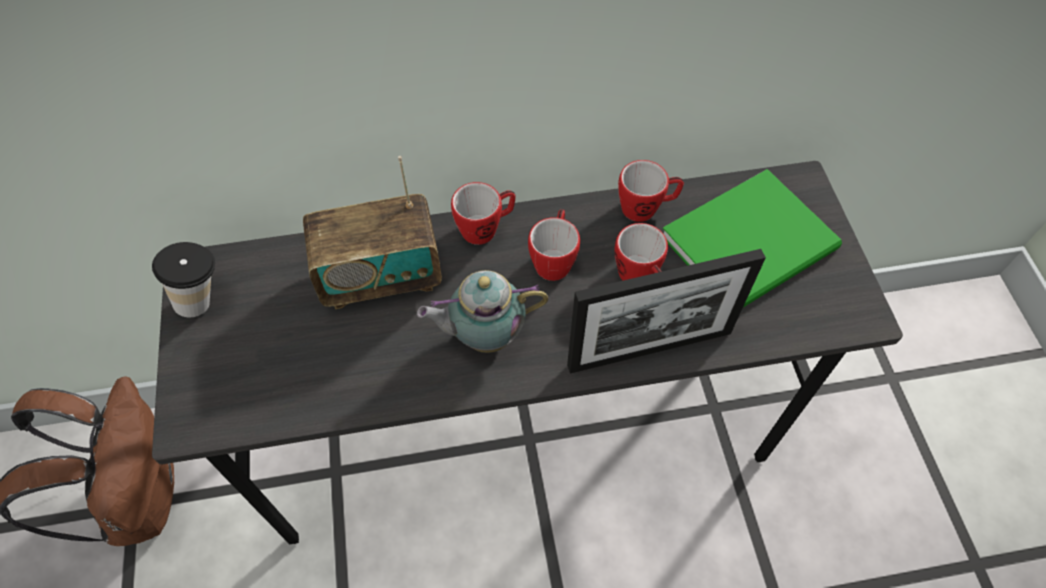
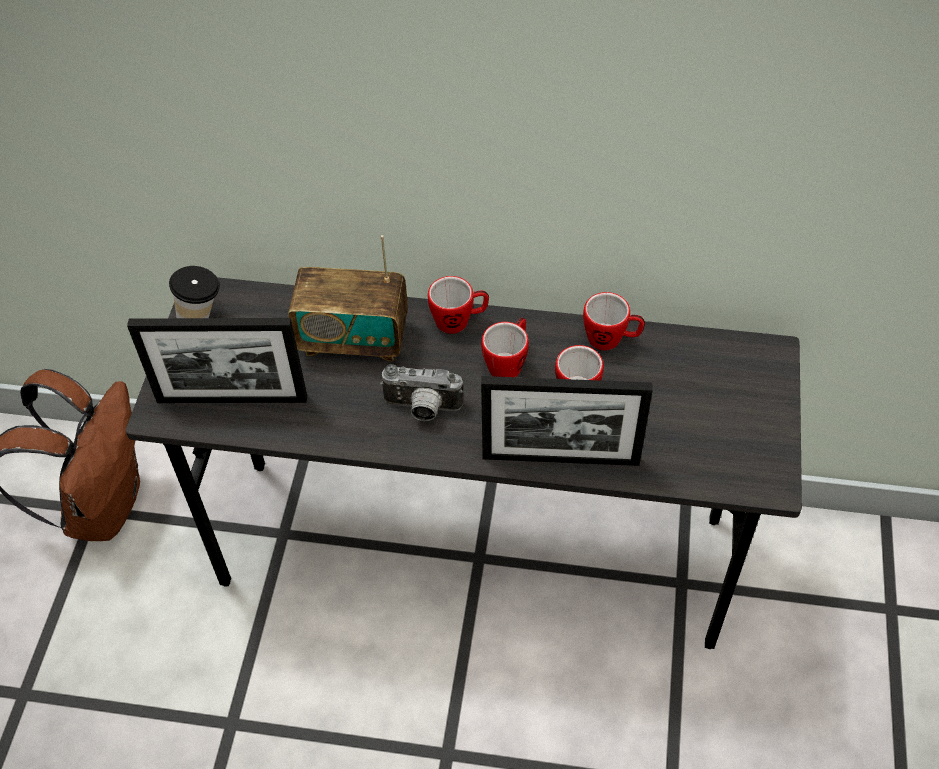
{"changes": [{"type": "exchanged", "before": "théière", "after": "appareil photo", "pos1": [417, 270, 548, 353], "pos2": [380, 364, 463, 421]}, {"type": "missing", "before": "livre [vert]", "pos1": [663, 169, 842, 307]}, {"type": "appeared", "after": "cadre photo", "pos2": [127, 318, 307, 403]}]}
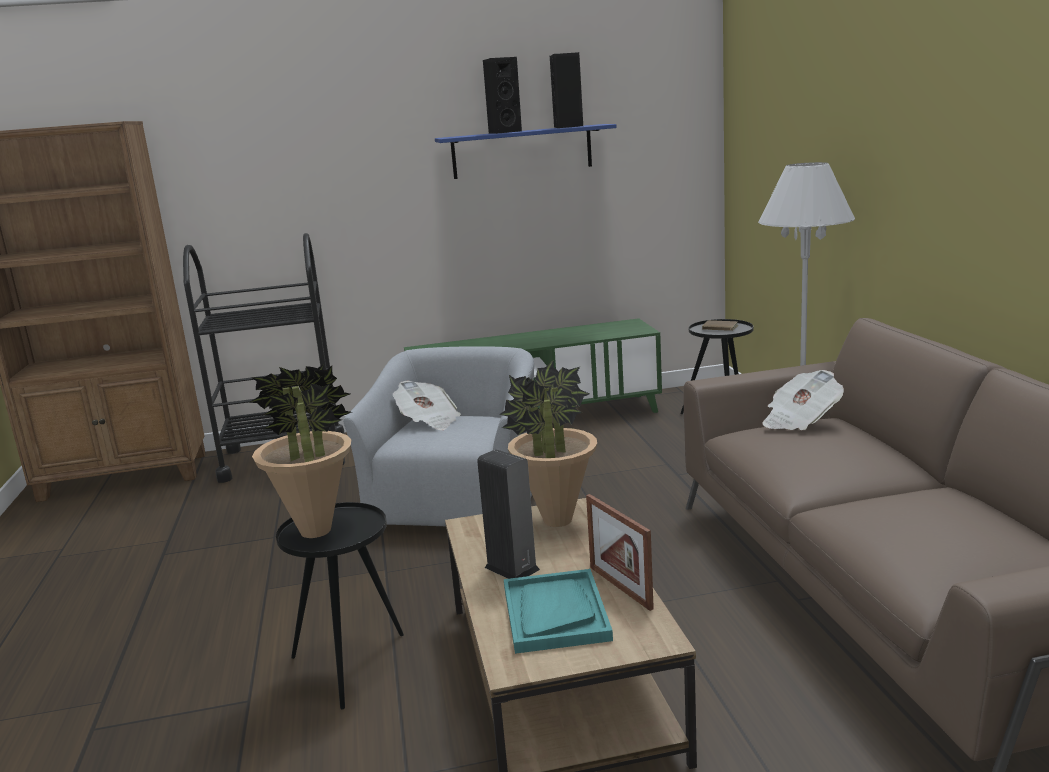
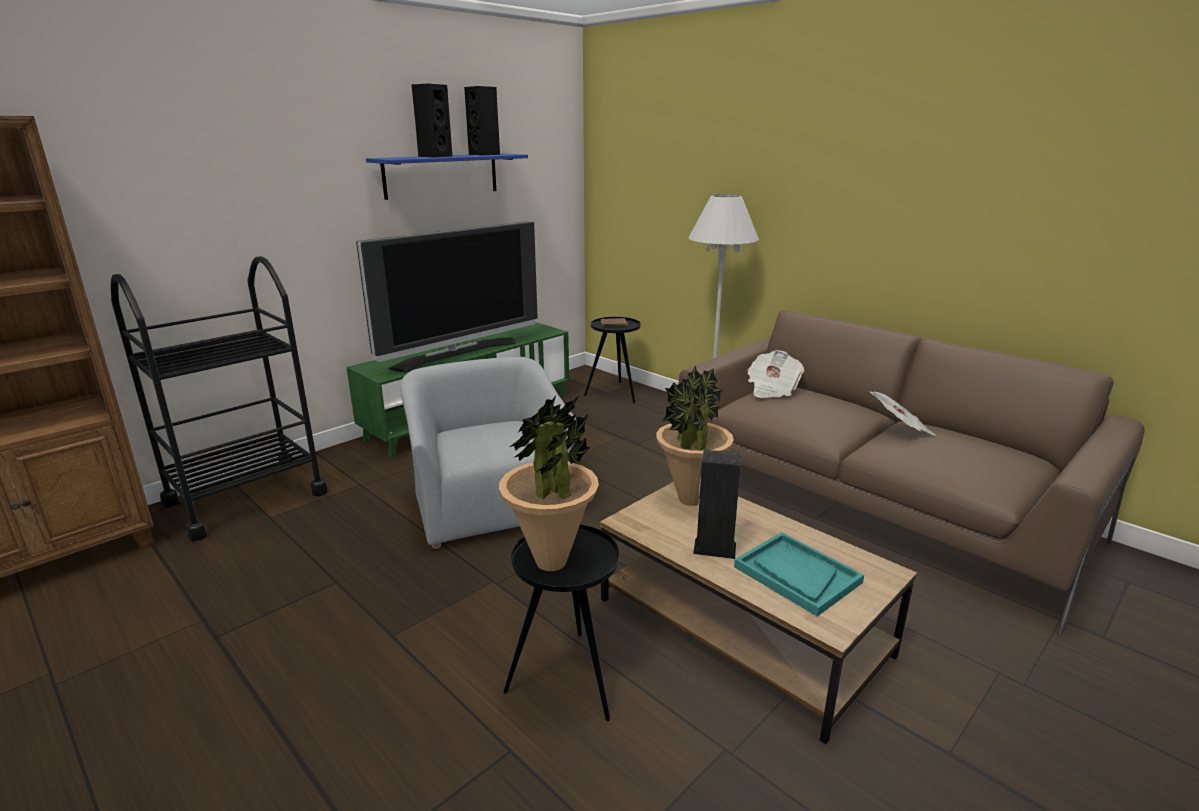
{"changes": [{"type": "relocated", "before": "journal", "pos1": [393, 381, 461, 430], "pos2": [869, 391, 936, 436]}, {"type": "missing", "before": "cadre photo", "pos1": [586, 494, 654, 611]}, {"type": "appeared", "after": "téléviseur", "pos2": [356, 221, 538, 372]}]}
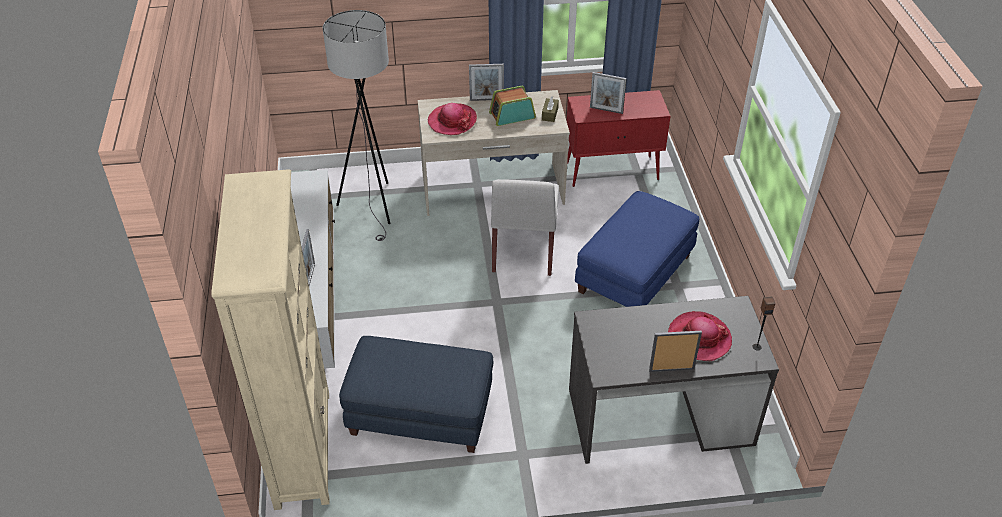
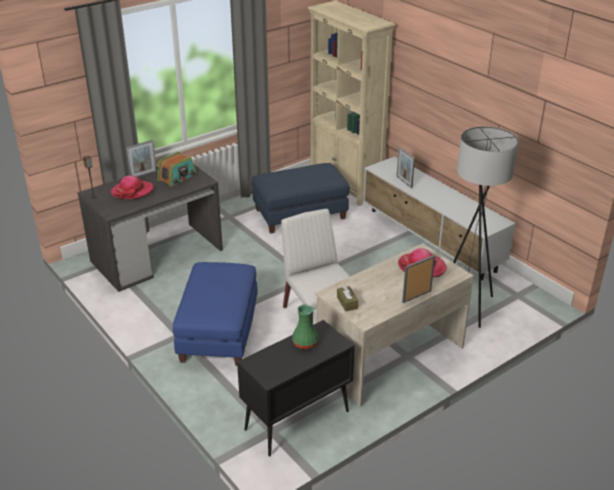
{"changes": [{"type": "relocated", "before": "radio", "pos1": [489, 86, 536, 126], "pos2": [158, 152, 196, 187]}, {"type": "colour", "before": "meuble de rangement [rouge]", "after": "meuble de rangement [noir]", "pos1": [567, 90, 670, 187], "pos2": [237, 320, 355, 457]}, {"type": "exchanged", "before": "cadre photo", "after": "vase [vert]", "pos1": [590, 72, 627, 114], "pos2": [292, 304, 319, 349]}]}
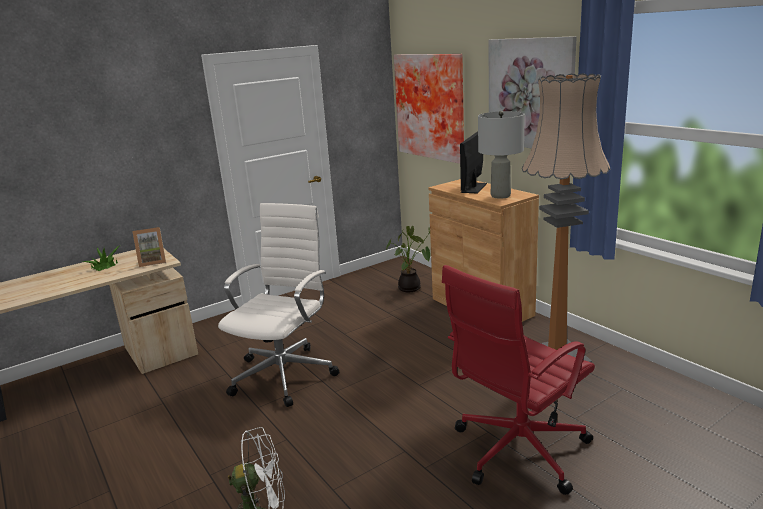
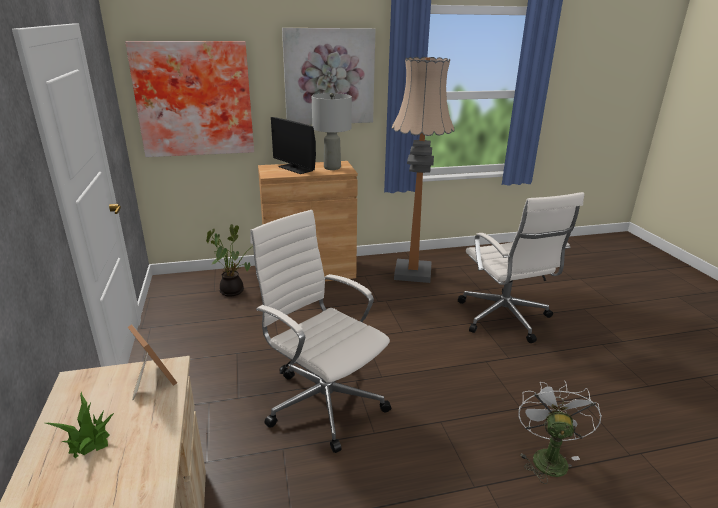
{"changes": [{"type": "spun", "before": "cadre photo", "pos1": [132, 227, 166, 267], "pos2": [128, 324, 177, 400], "turn": -45}, {"type": "colour", "before": "chaise de bureau [rouge]", "after": "chaise de bureau [blanc]", "pos1": [442, 265, 595, 495], "pos2": [458, 192, 584, 343]}]}
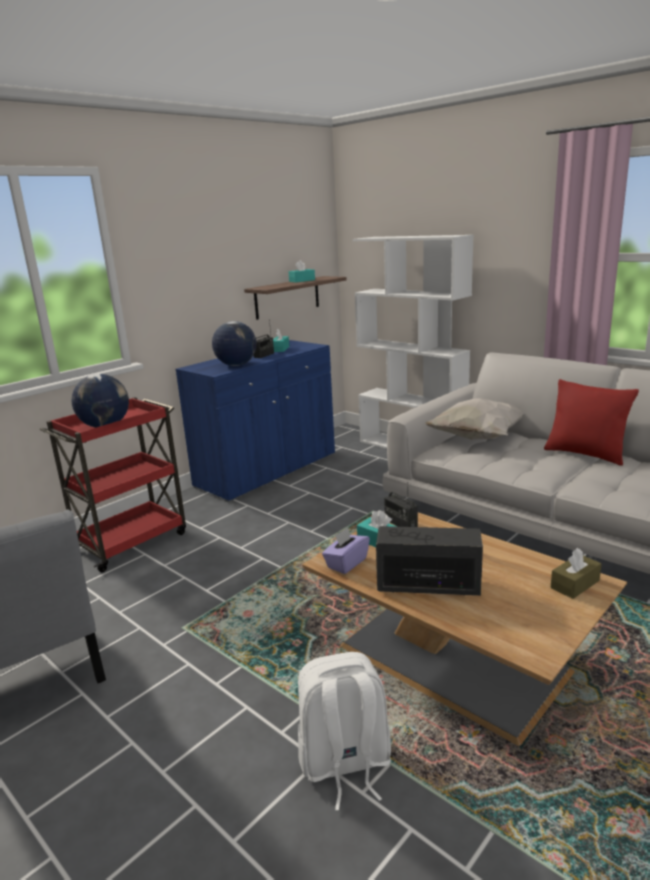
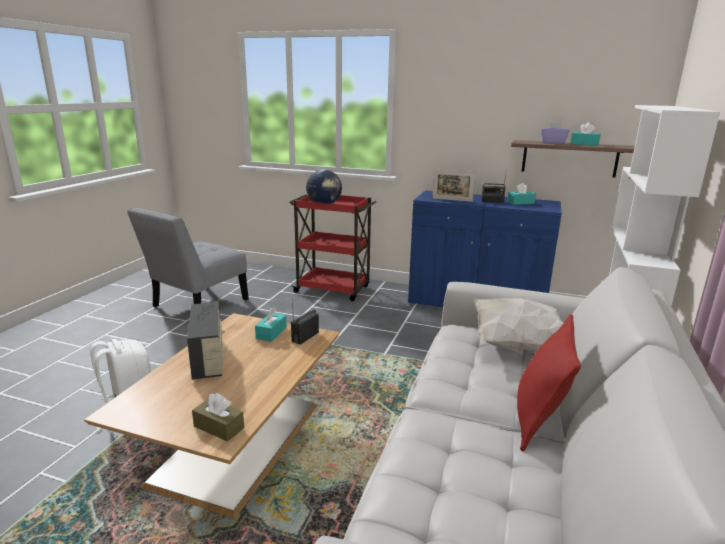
{"changes": [{"type": "exchanged", "before": "globe", "after": "cadre photo", "pos1": [212, 321, 257, 366], "pos2": [432, 170, 475, 202]}, {"type": "relocated", "before": "boîte à mouchoirs [violet]", "pos1": [322, 527, 370, 574], "pos2": [541, 122, 569, 144]}]}
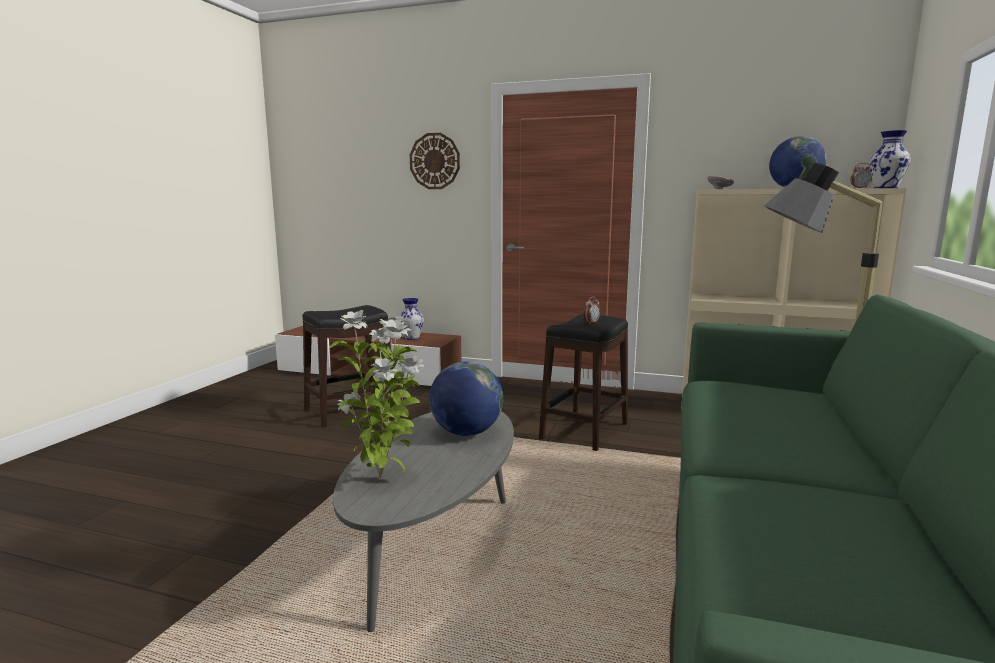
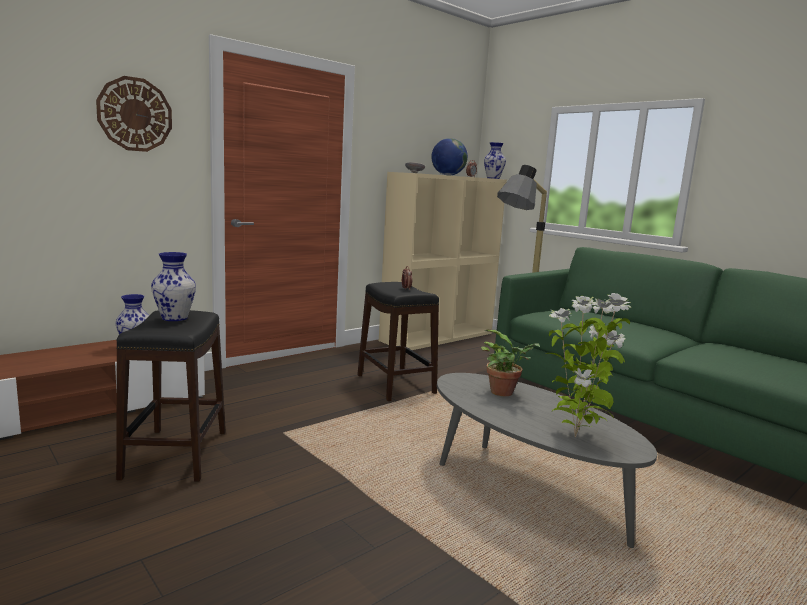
{"changes": [{"type": "exchanged", "before": "globe", "after": "plante en pot", "pos1": [429, 361, 503, 436], "pos2": [481, 330, 540, 396]}, {"type": "appeared", "after": "vase", "pos2": [151, 252, 196, 321]}]}
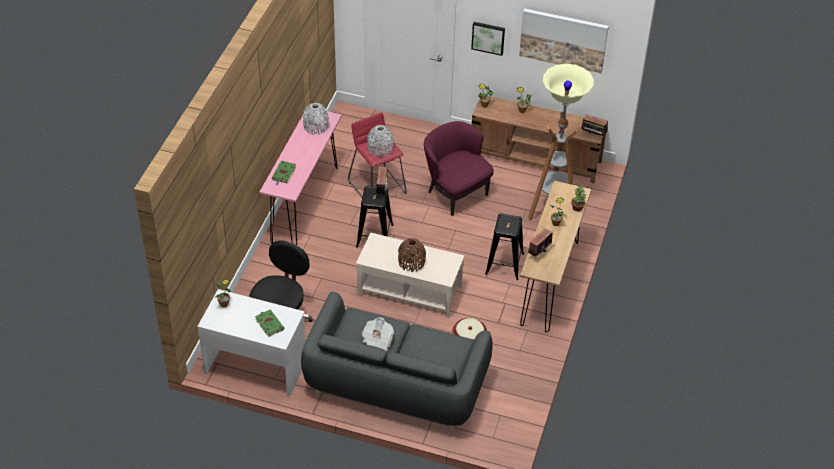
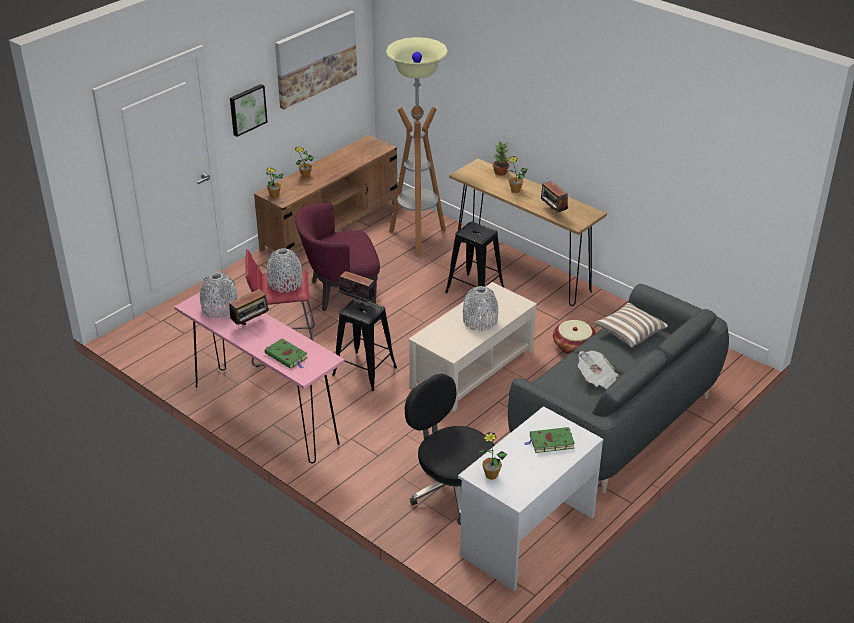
{"changes": [{"type": "colour", "before": "vase [marron]", "after": "vase [gris]", "pos1": [398, 238, 426, 272], "pos2": [463, 286, 498, 331]}, {"type": "relocated", "before": "radio", "pos1": [581, 114, 608, 137], "pos2": [225, 289, 271, 325]}, {"type": "appeared", "after": "coussin", "pos2": [594, 303, 668, 348]}]}
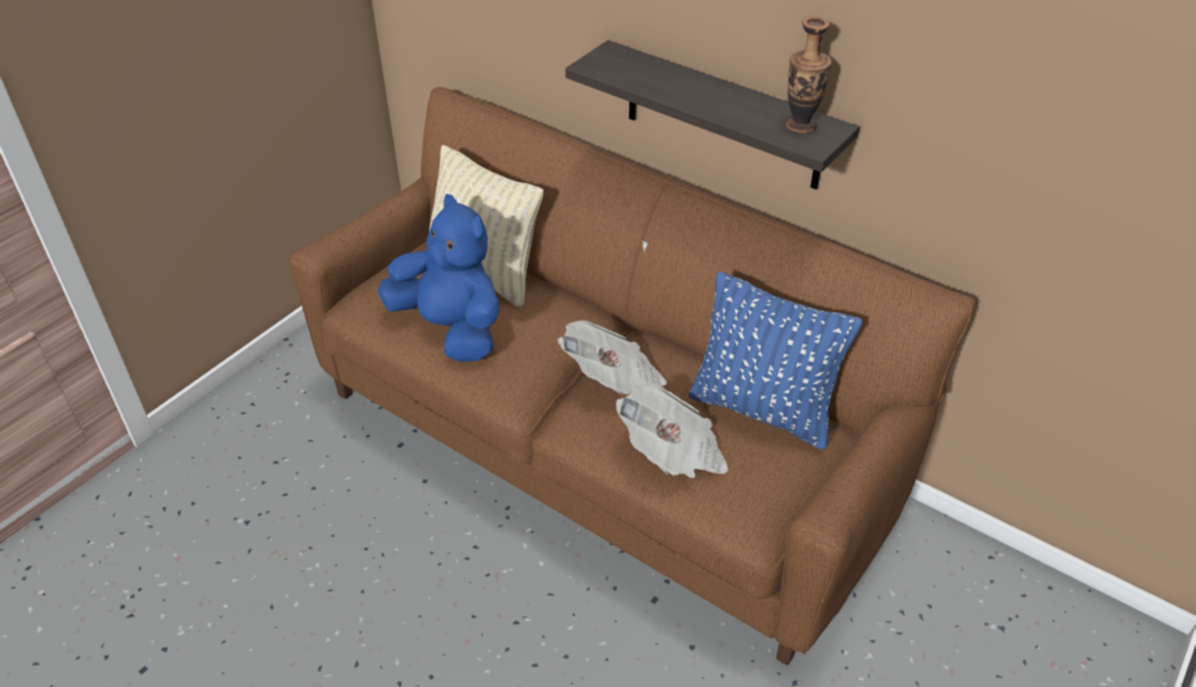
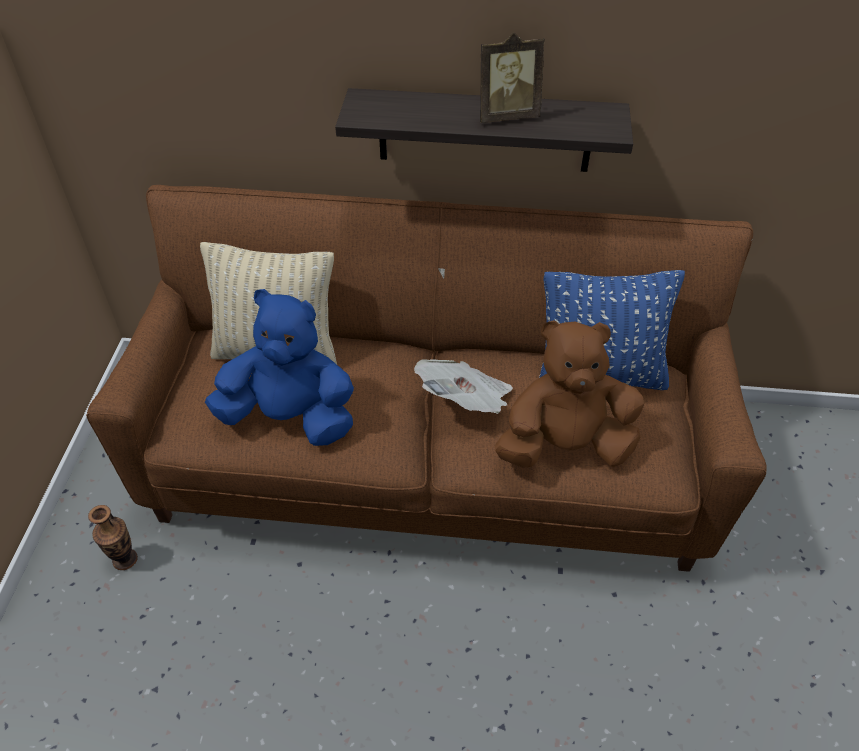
{"changes": [{"type": "exchanged", "before": "journal", "after": "peluche [marron]", "pos1": [616, 384, 729, 478], "pos2": [495, 320, 644, 468]}, {"type": "relocated", "before": "vase", "pos1": [785, 16, 832, 133], "pos2": [88, 505, 138, 570]}, {"type": "appeared", "after": "cadre photo", "pos2": [480, 32, 545, 123]}]}
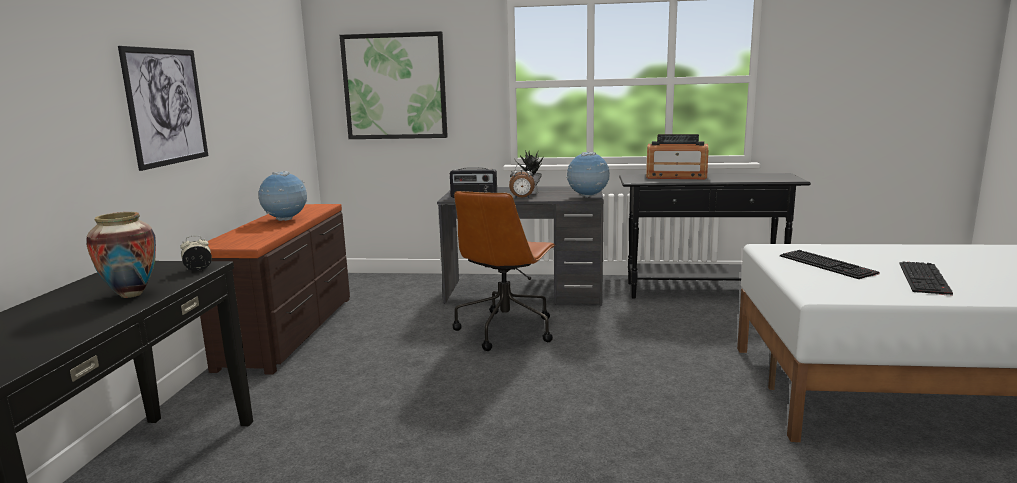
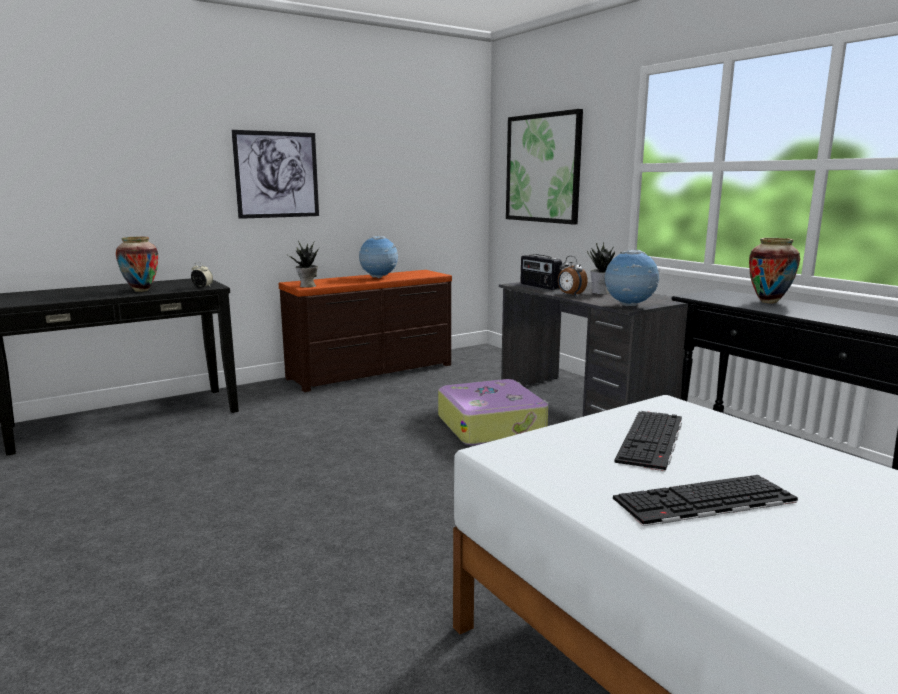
{"changes": [{"type": "exchanged", "before": "chaise de bureau [marron]", "after": "valise", "pos1": [452, 191, 556, 351], "pos2": [438, 379, 549, 446]}, {"type": "exchanged", "before": "radio", "after": "vase", "pos1": [646, 134, 709, 179], "pos2": [749, 238, 800, 303]}, {"type": "appeared", "after": "plante en pot", "pos2": [288, 241, 319, 288]}]}
